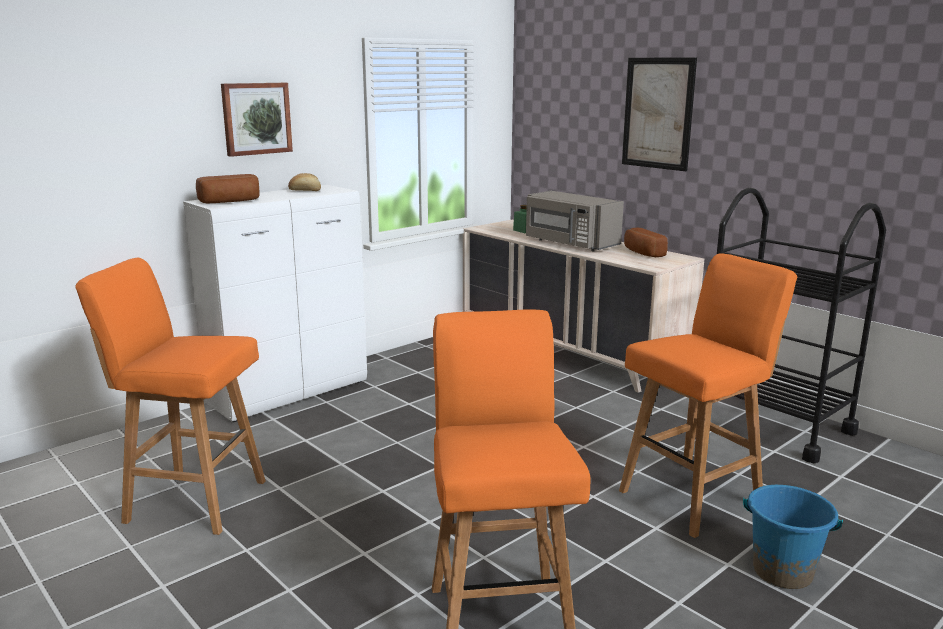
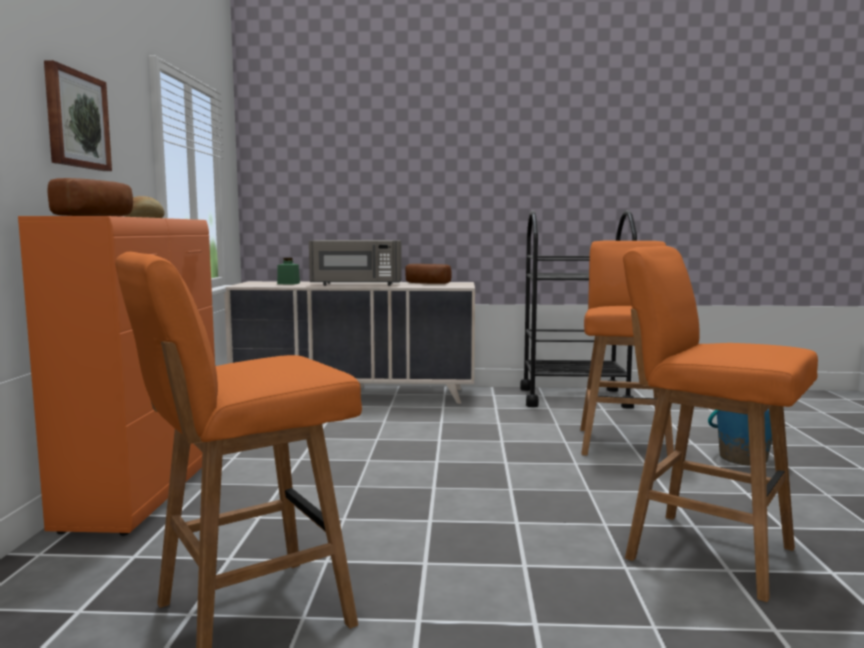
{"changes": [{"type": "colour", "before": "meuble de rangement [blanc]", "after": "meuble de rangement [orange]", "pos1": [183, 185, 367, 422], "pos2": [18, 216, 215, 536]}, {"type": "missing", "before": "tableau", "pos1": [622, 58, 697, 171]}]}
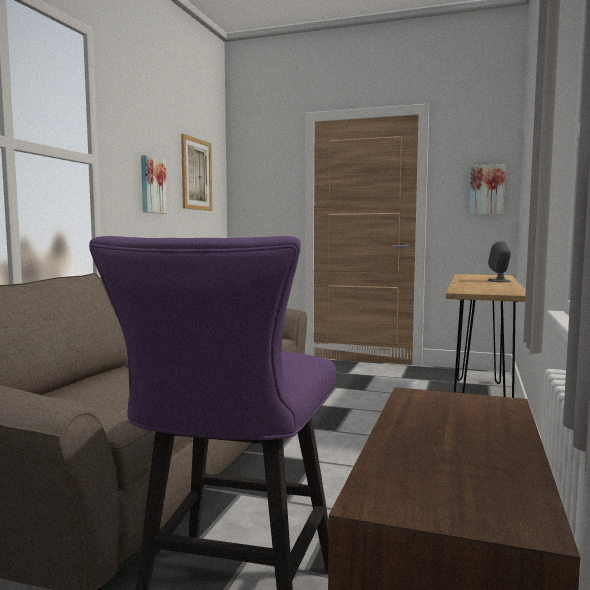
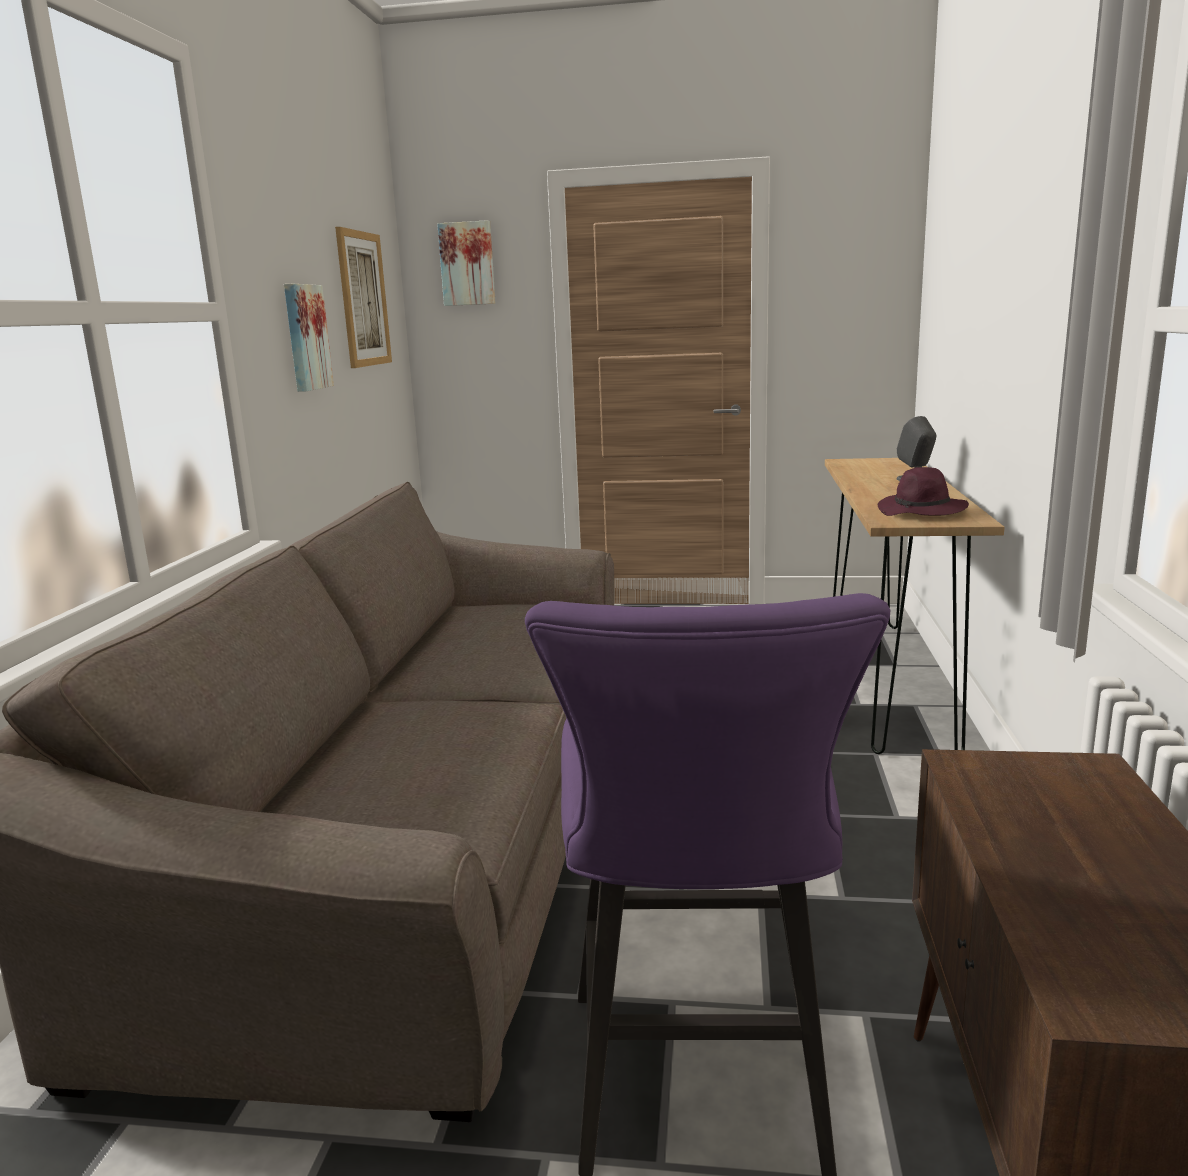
{"changes": [{"type": "relocated", "before": "tableau", "pos1": [469, 164, 505, 215], "pos2": [437, 220, 496, 306]}, {"type": "appeared", "after": "chapeau [violet]", "pos2": [878, 467, 969, 516]}]}
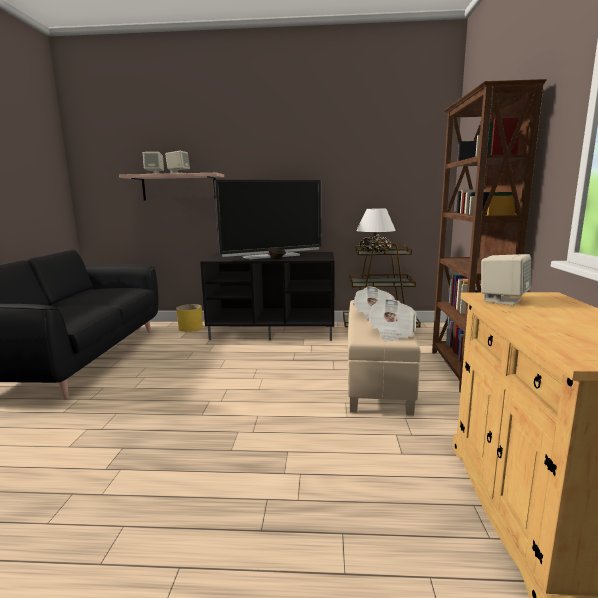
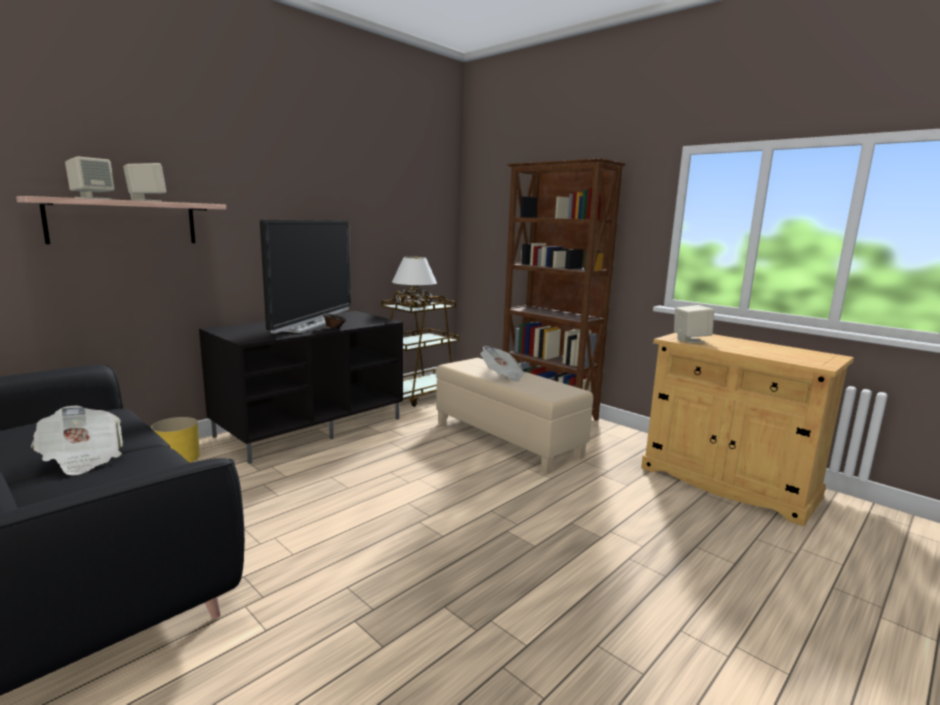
{"changes": [{"type": "relocated", "before": "journal", "pos1": [367, 299, 417, 341], "pos2": [31, 406, 123, 476]}]}
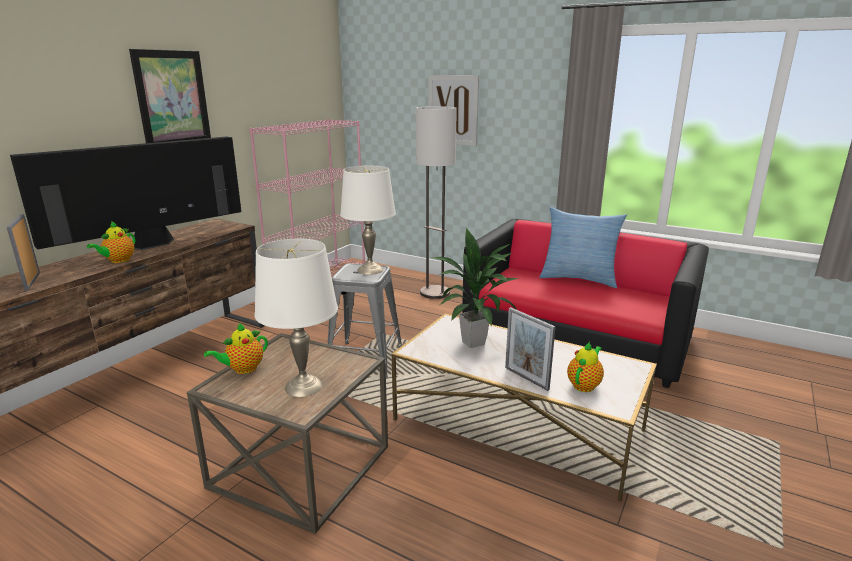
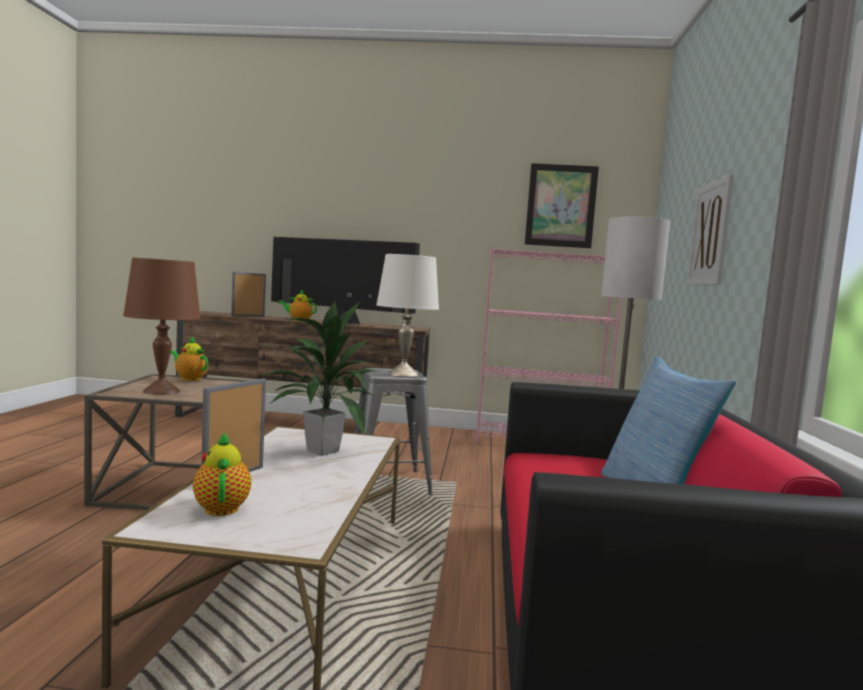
{"changes": [{"type": "relocated", "before": "tableau", "pos1": [129, 49, 211, 143], "pos2": [525, 163, 599, 248]}, {"type": "colour", "before": "lampe de table [blanc]", "after": "lampe de table [marron]", "pos1": [254, 239, 338, 397], "pos2": [123, 257, 201, 395]}, {"type": "spun", "before": "théière", "pos1": [567, 342, 604, 392], "pos2": [193, 432, 251, 516], "turn": -120}]}
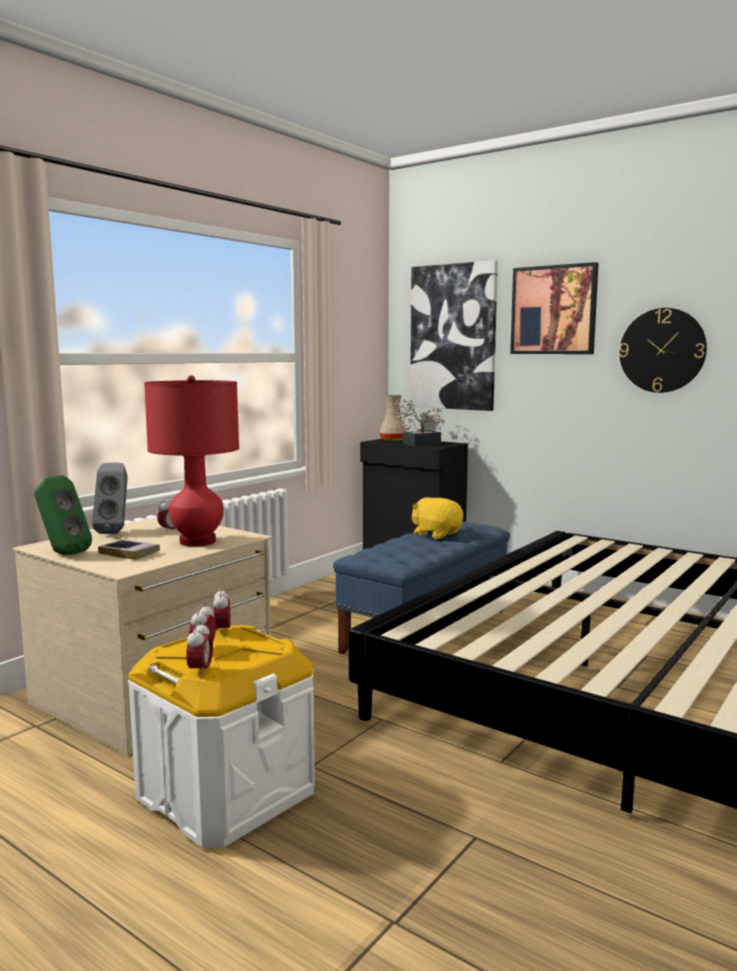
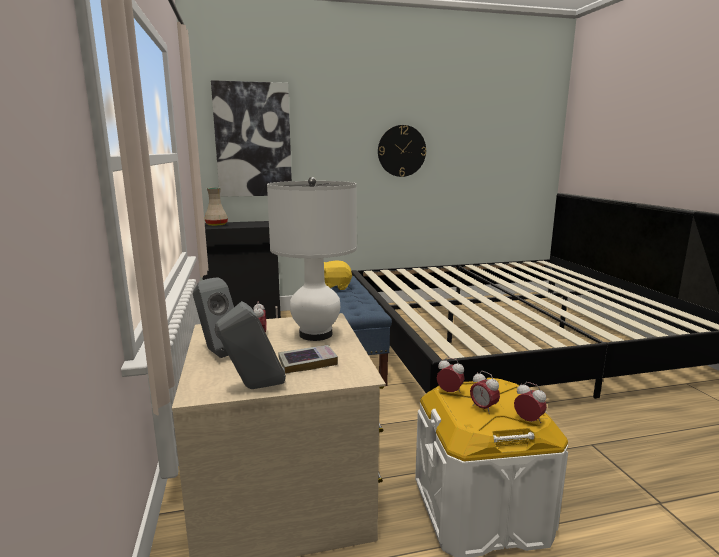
{"changes": [{"type": "colour", "before": "enceinte [vert]", "after": "enceinte [gris]", "pos1": [34, 475, 92, 555], "pos2": [216, 301, 286, 389]}, {"type": "colour", "before": "lampe de table [rouge]", "after": "lampe de table [blanc]", "pos1": [144, 375, 239, 546], "pos2": [267, 177, 357, 341]}, {"type": "missing", "before": "plante en pot", "pos1": [394, 399, 444, 446]}, {"type": "missing", "before": "tableau", "pos1": [510, 262, 599, 354]}]}
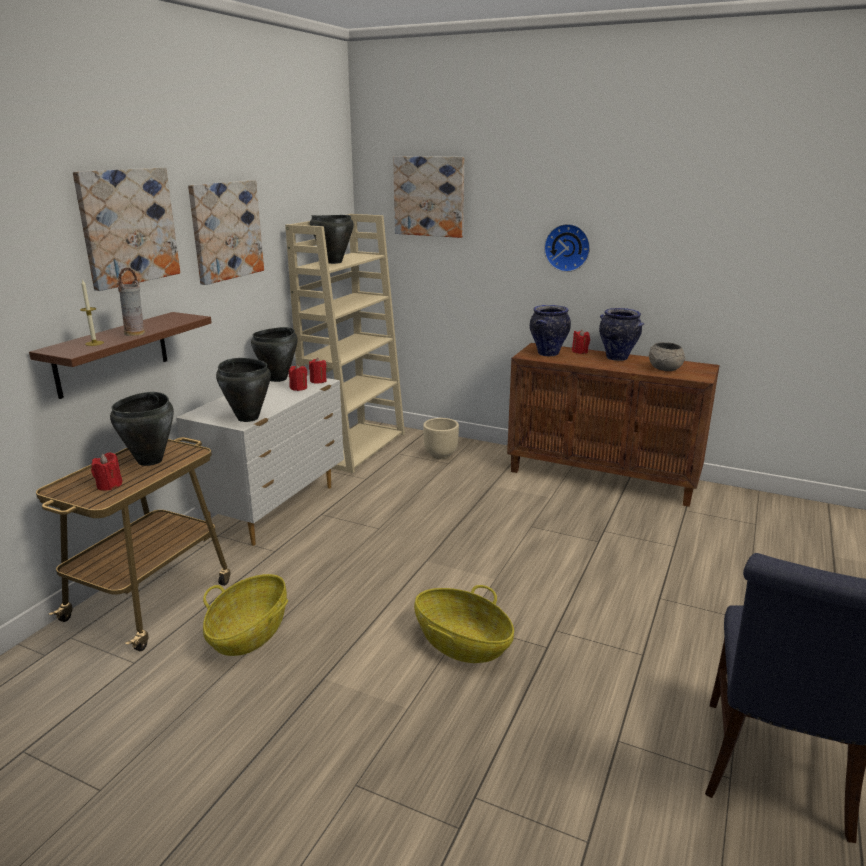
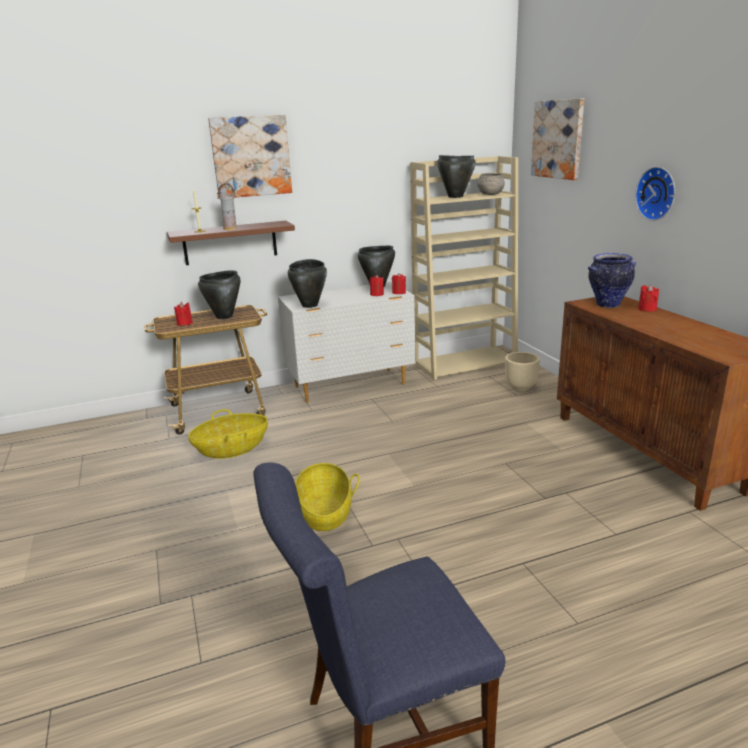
{"changes": [{"type": "missing", "before": "tableau", "pos1": [188, 180, 264, 285]}, {"type": "missing", "before": "vase", "pos1": [599, 308, 645, 361]}, {"type": "relocated", "before": "bol [gris]", "pos1": [649, 342, 686, 371], "pos2": [477, 173, 505, 195]}]}
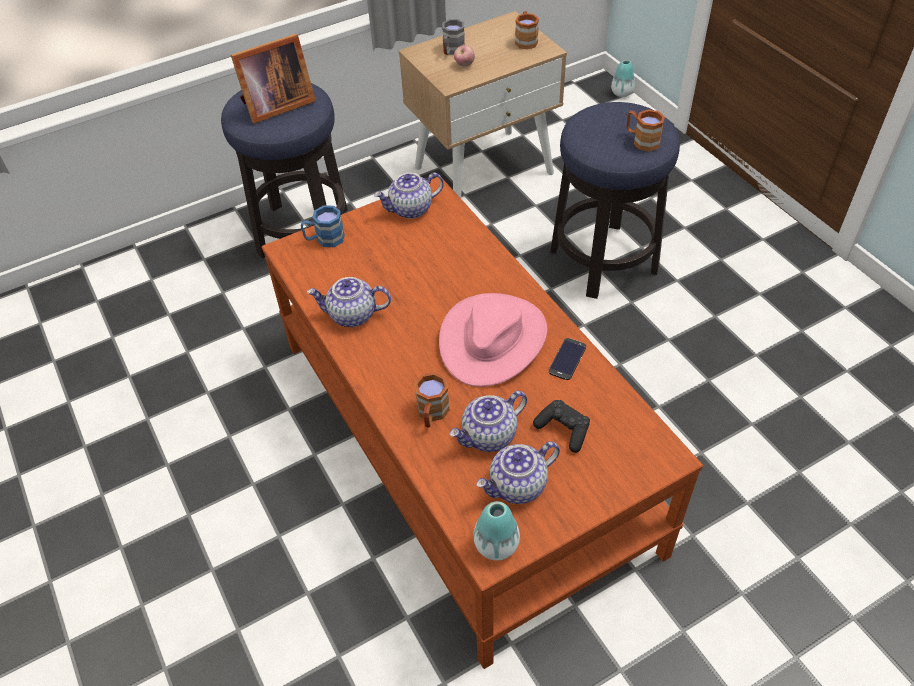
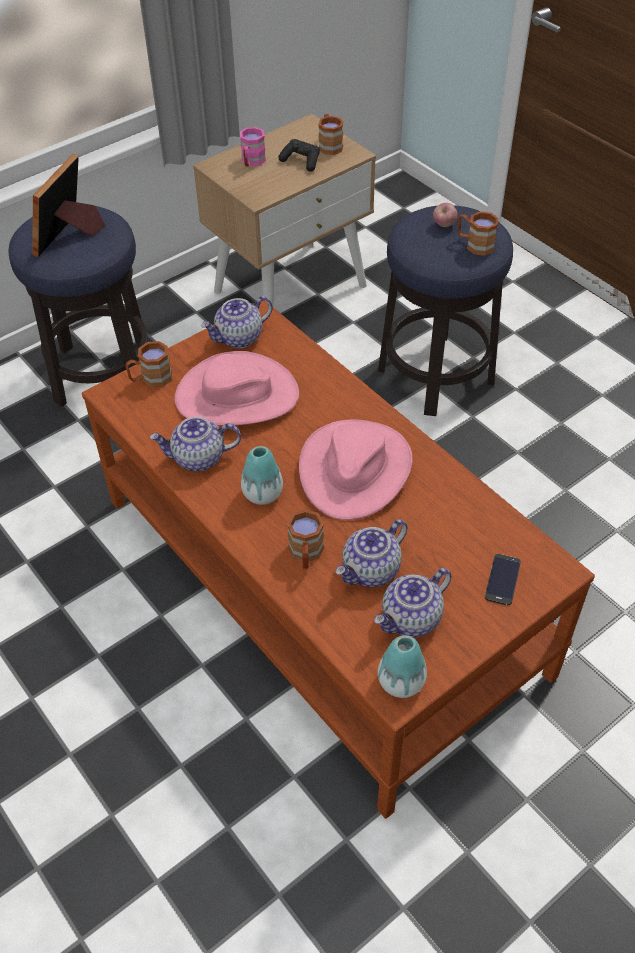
{"changes": [{"type": "spun", "before": "cadre photo", "pos1": [231, 34, 316, 124], "pos2": [32, 154, 105, 257], "turn": 150}, {"type": "colour", "before": "mug [bleu]", "after": "mug [marron]", "pos1": [301, 205, 345, 247], "pos2": [125, 341, 172, 387]}, {"type": "colour", "before": "mug [gris]", "after": "mug [rose]", "pos1": [442, 19, 465, 55], "pos2": [240, 127, 266, 167]}, {"type": "relocated", "before": "pomme", "pos1": [454, 45, 475, 67], "pos2": [433, 203, 458, 227]}, {"type": "relocated", "before": "manette [noir]", "pos1": [533, 400, 590, 453], "pos2": [278, 139, 320, 172]}, {"type": "relocated", "before": "téléphone", "pos1": [549, 338, 586, 380], "pos2": [485, 554, 521, 605]}, {"type": "relocated", "before": "vase", "pos1": [611, 60, 635, 97], "pos2": [241, 446, 283, 505]}, {"type": "appeared", "after": "chapeau [rose]", "pos2": [174, 351, 299, 426]}]}
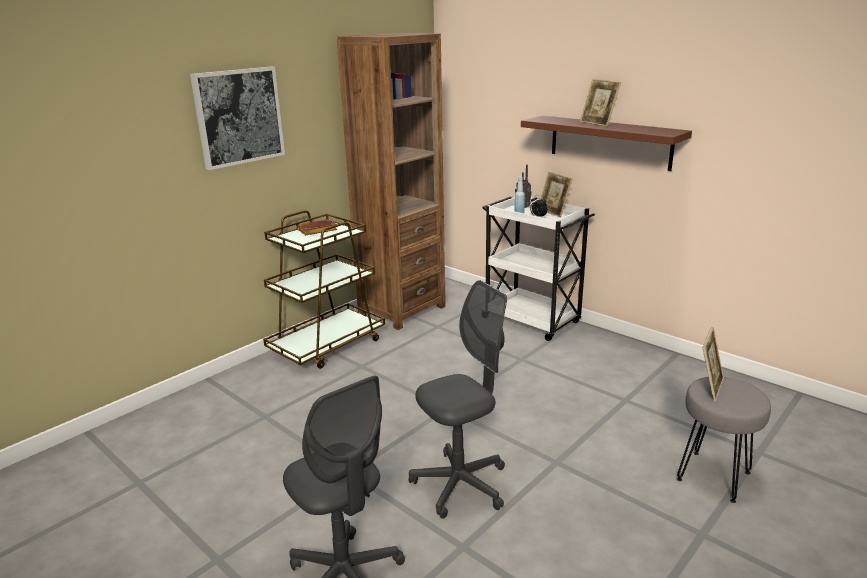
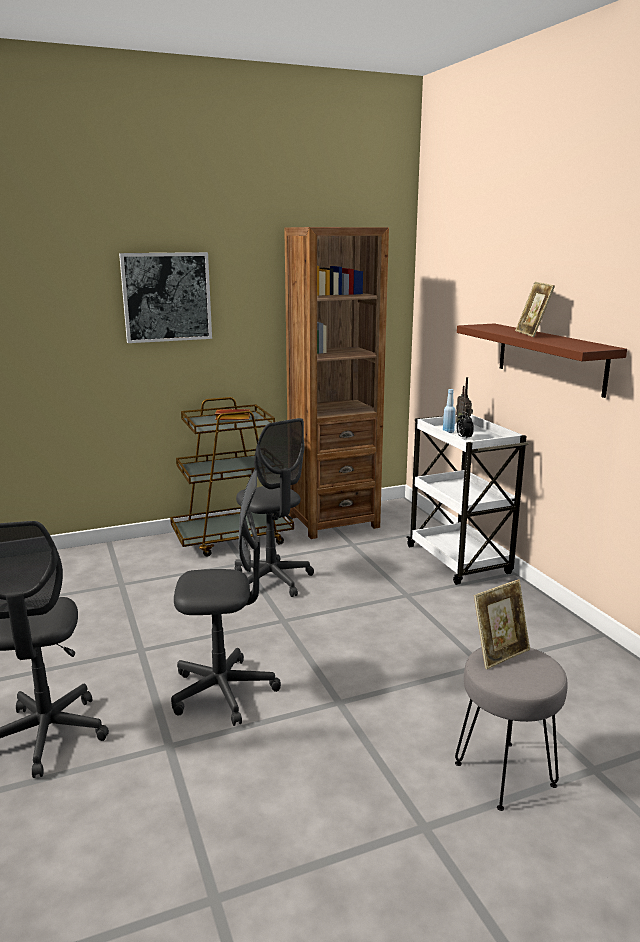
{"changes": [{"type": "missing", "before": "cadre photo", "pos1": [541, 172, 572, 217]}, {"type": "appeared", "after": "chaise de bureau [gris]", "pos2": [234, 418, 314, 597]}]}
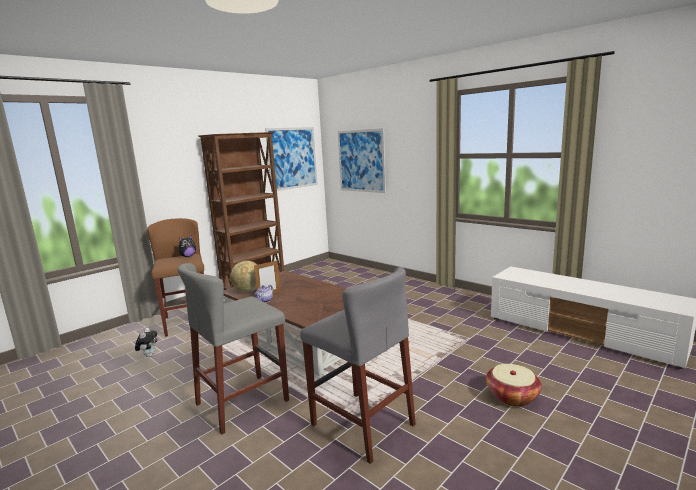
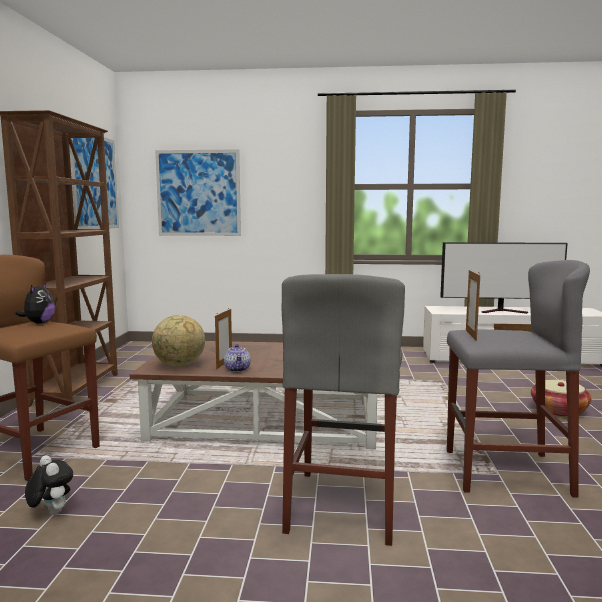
{"changes": [{"type": "appeared", "after": "téléviseur", "pos2": [440, 242, 568, 314]}, {"type": "appeared", "after": "cadre photo", "pos2": [466, 269, 480, 341]}]}
